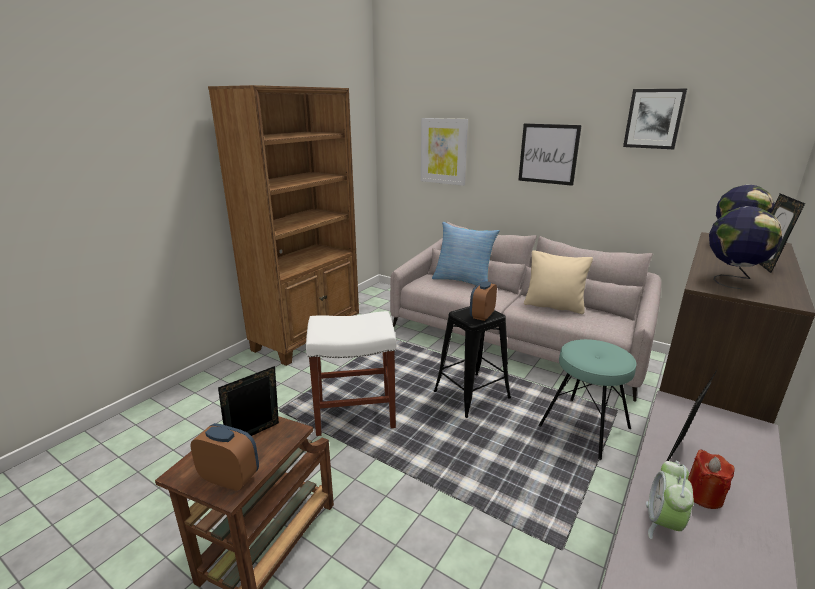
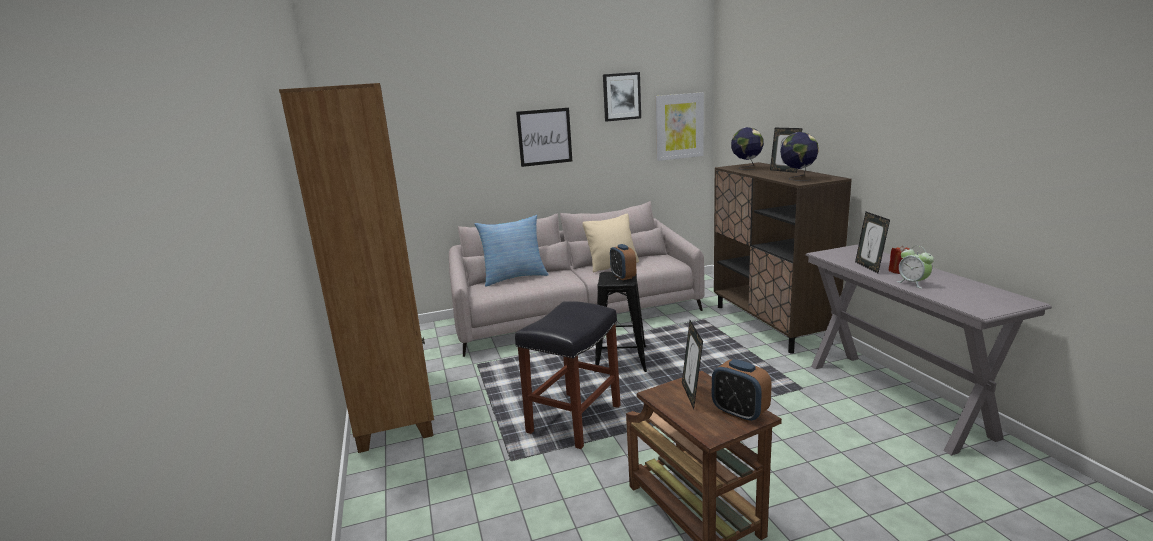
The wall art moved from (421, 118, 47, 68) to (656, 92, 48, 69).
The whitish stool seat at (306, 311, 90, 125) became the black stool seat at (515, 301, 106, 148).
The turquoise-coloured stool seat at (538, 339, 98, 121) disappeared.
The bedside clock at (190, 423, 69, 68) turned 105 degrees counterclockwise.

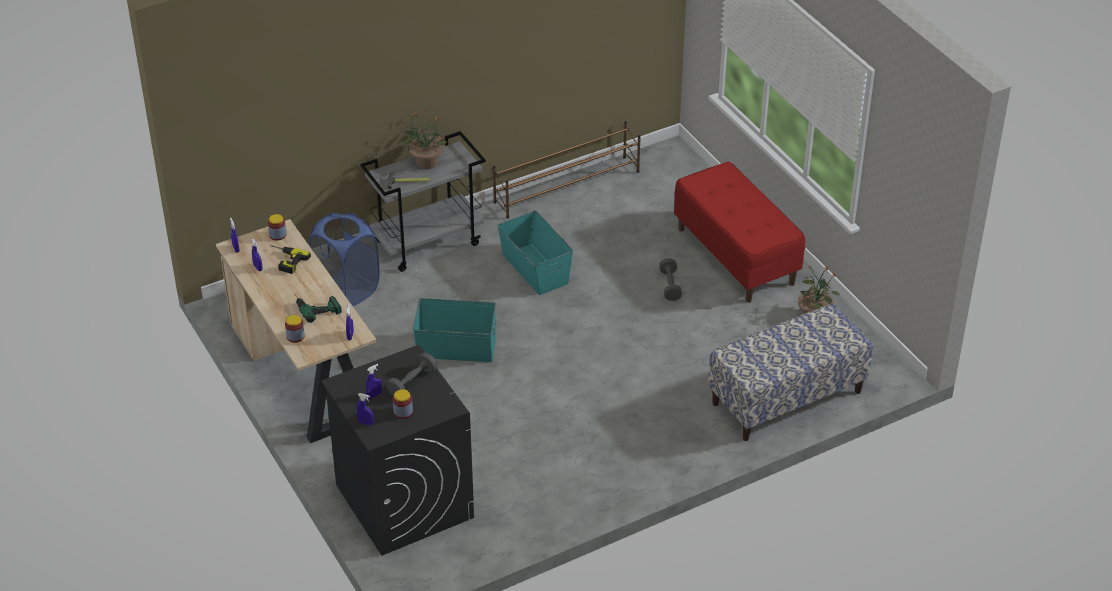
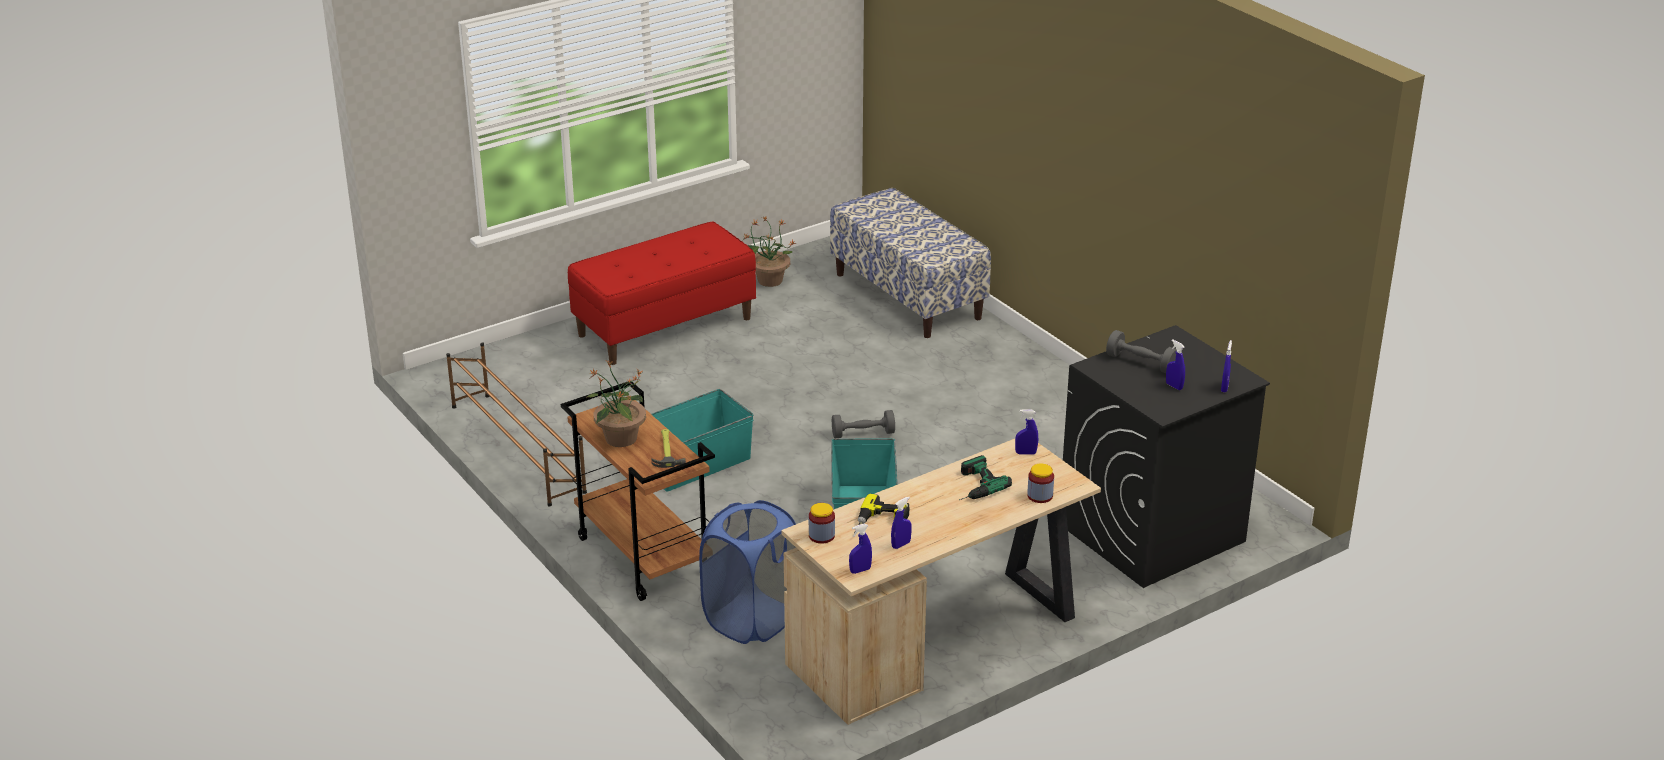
The greyish trolley at (360, 131, 126, 141) became the brownish trolley at (561, 382, 154, 219).
The greyish hand weight moved from (659, 258, 23, 43) to (832, 410, 63, 28).
The preserve jar at (393, 389, 20, 30) disappeared.

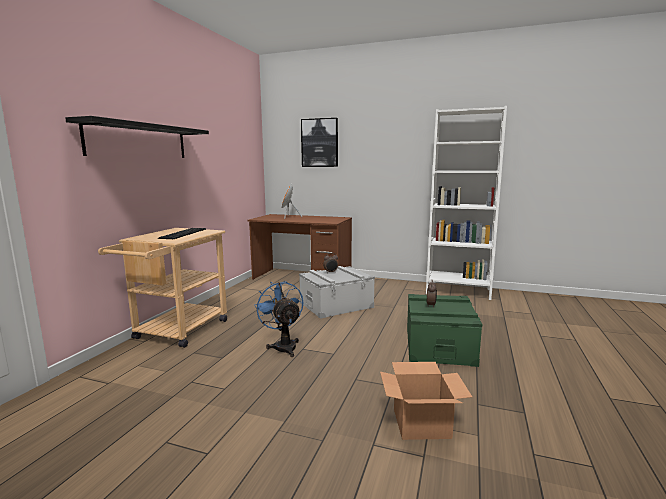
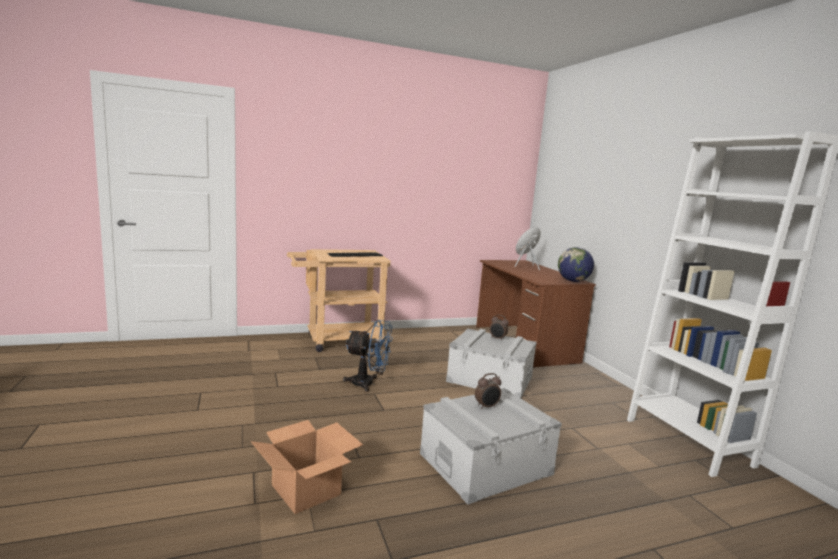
The black shelf at (65, 116, 144, 42) disappeared.
The wall art at (301, 118, 37, 49) disappeared.
The blue-coloured fan at (254, 281, 49, 76) turned 75 degrees clockwise.
The greenish storage bin at (407, 294, 75, 73) became the greyish storage bin at (420, 388, 142, 116).
The world globe at (558, 247, 36, 35) appeared.

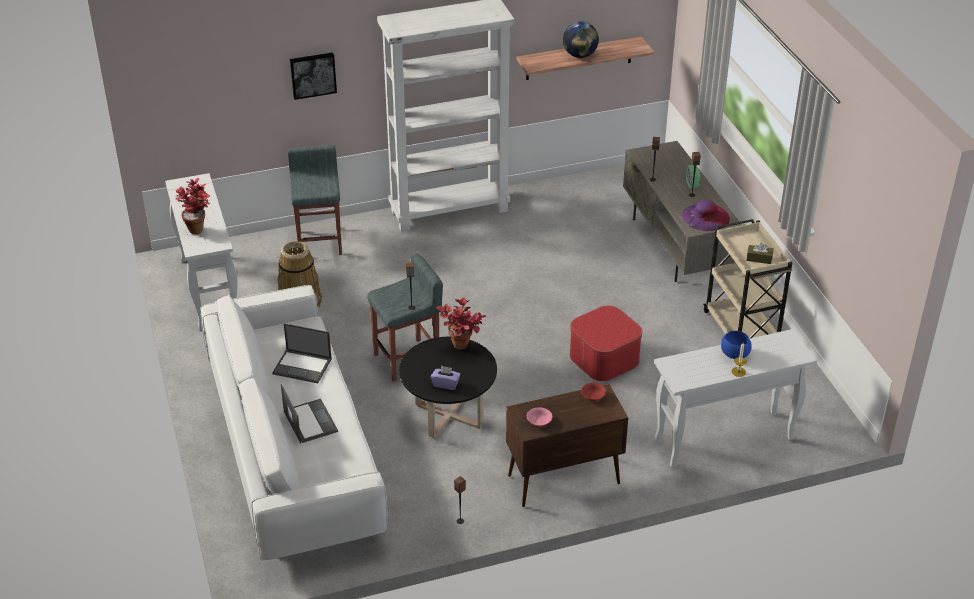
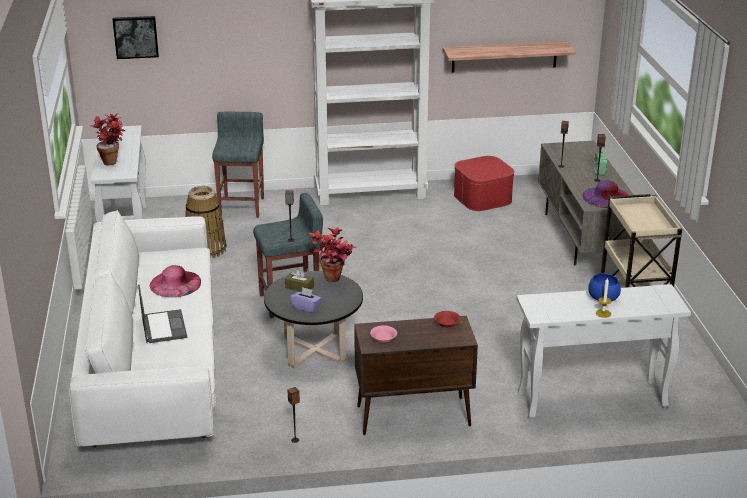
The world globe at (563, 21, 36, 37) disappeared.
The wall art moved from (290, 52, 47, 48) to (113, 16, 46, 43).
The brownish tissue box moved from (747, 243, 26, 21) to (285, 269, 29, 23).
The footrest moved from (570, 306, 73, 75) to (454, 156, 61, 55).
The laptop at (272, 323, 60, 60) was replaced by the pink wearable hat at (149, 265, 52, 32).

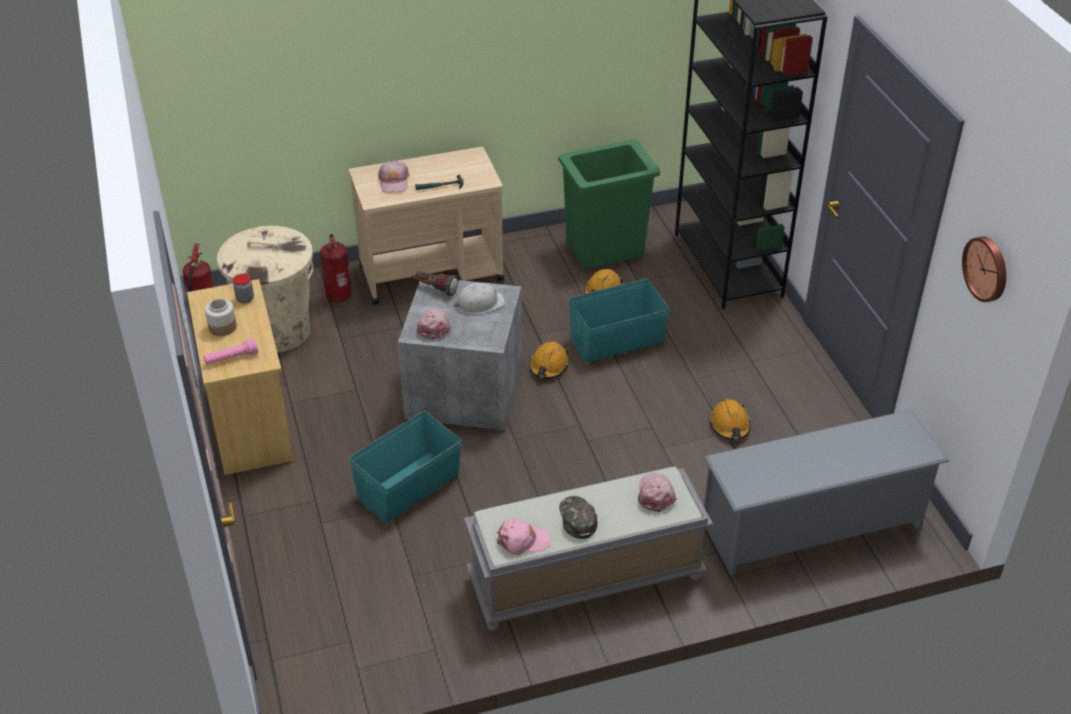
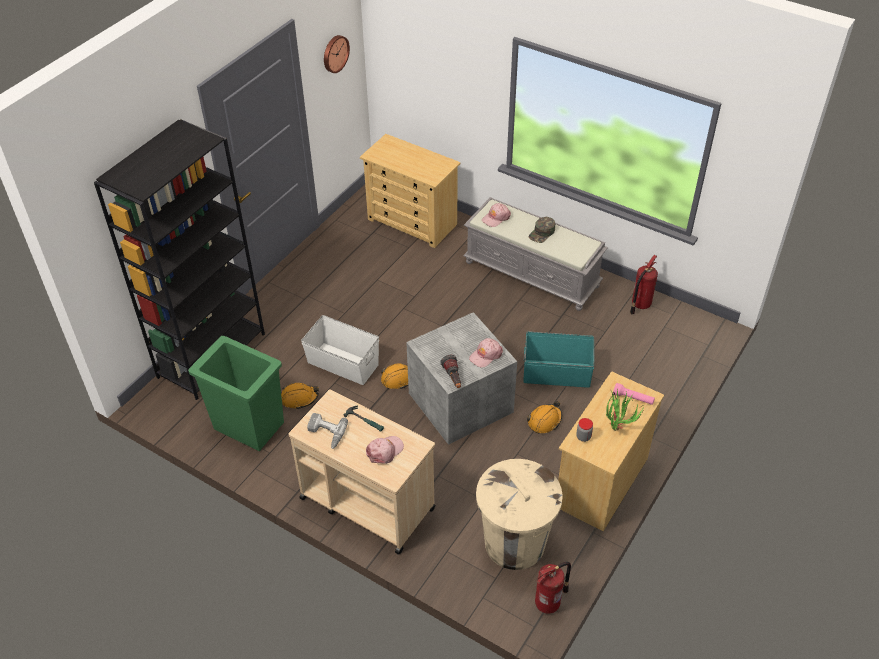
The extinguisher moved from (320, 234, 32, 68) to (630, 255, 28, 60).
The turquoise-coloured storage bin at (569, 278, 101, 85) became the whitish storage bin at (301, 315, 78, 70).
The whitish hard hat at (454, 283, 52, 32) disappeared.
The preserve jar at (205, 299, 32, 37) was replaced by the plant in a pot at (606, 389, 38, 42).
The orange-coloured hard hat moved from (709, 399, 42, 41) to (527, 401, 35, 32).
The greyish shoe rack at (704, 410, 245, 167) was replaced by the beige-coloured dresser at (360, 134, 100, 114).
The pink baseball cap at (497, 519, 54, 36) disappeared.
The power drill at (307, 413, 41, 36) appeared.

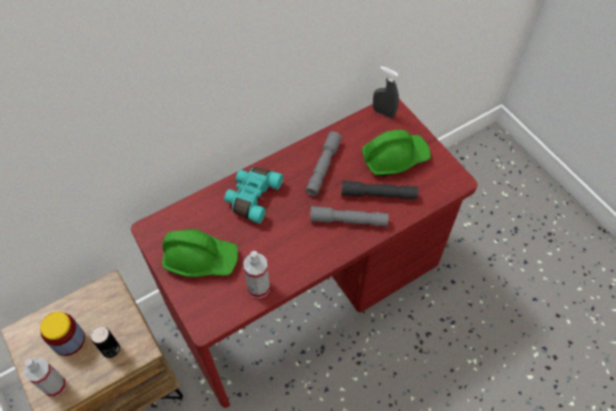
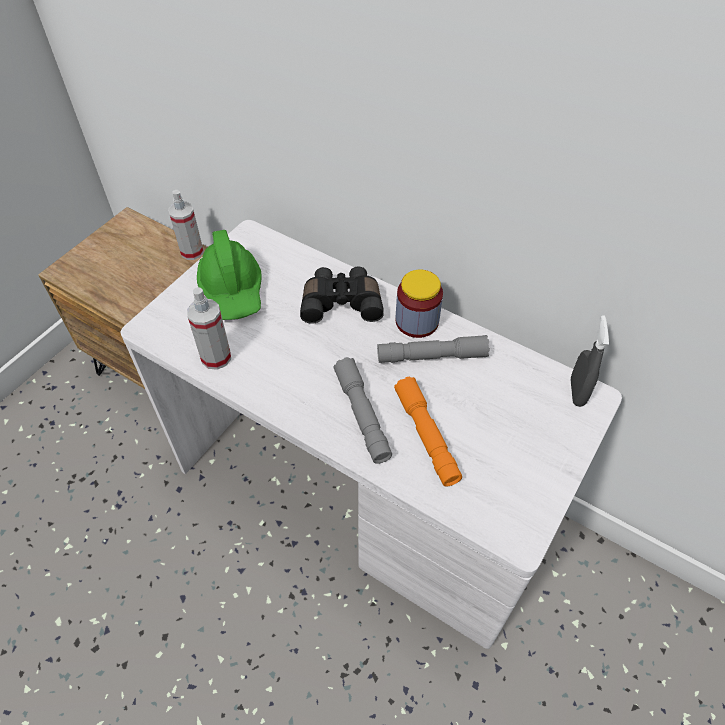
The reddish desk table at (131, 99, 347, 309) became the whitish desk table at (120, 220, 502, 429).
The greenish hard hat at (362, 130, 69, 46) disappeared.
The turquoise-coloured pair of binoculars at (224, 167, 59, 57) became the black pair of binoculars at (300, 267, 84, 57).
The greyish flashlight at (341, 180, 77, 19) became the orange-coloured flashlight at (394, 377, 68, 110).
The preserve jar moved from (40, 312, 45, 44) to (395, 270, 48, 68).
The sealed can at (91, 326, 29, 32) disappeared.
The spray bottle moved from (24, 358, 42, 39) to (168, 190, 36, 70).

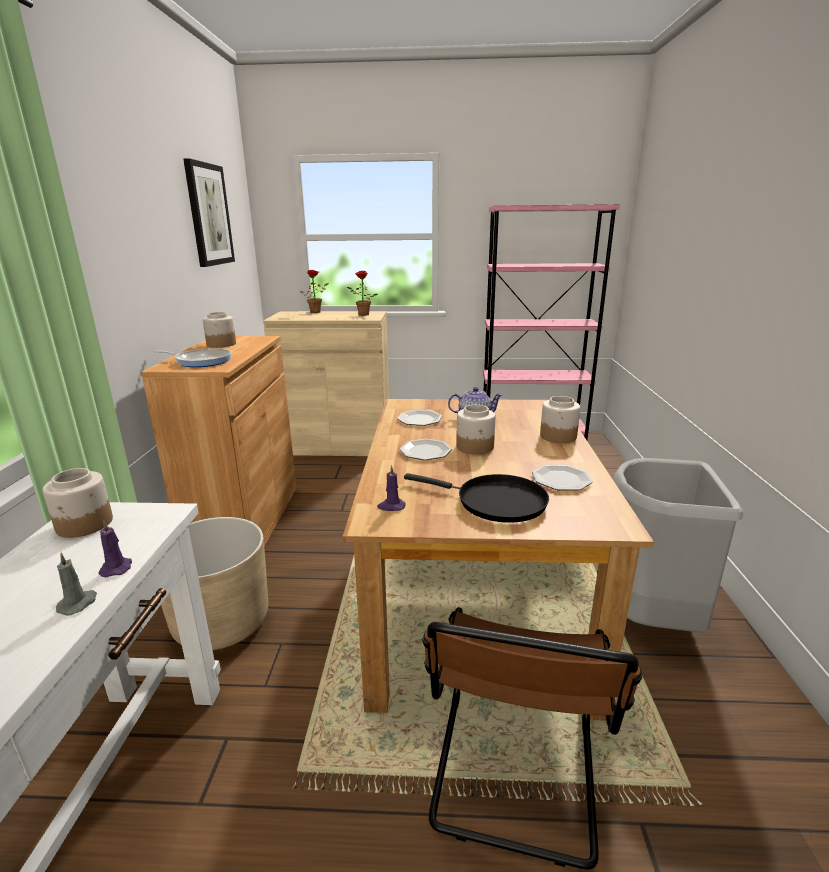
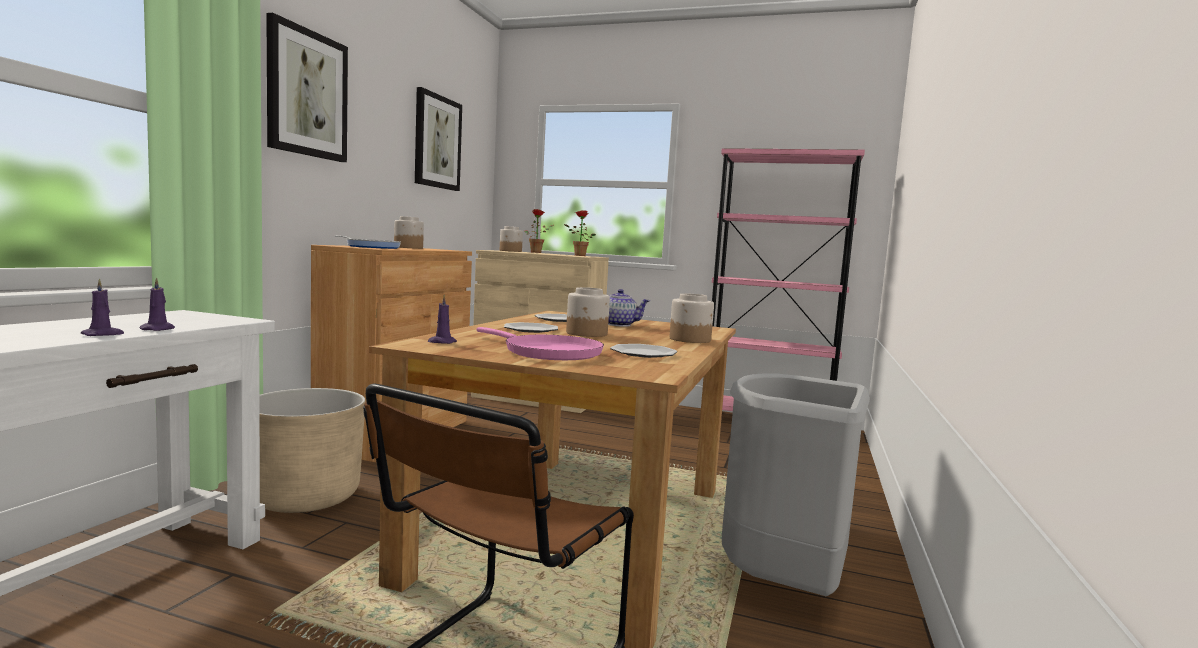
The preserve jar moved from (43, 468, 70, 70) to (500, 226, 23, 26).
The black frying pan at (404, 473, 145, 50) became the pink frying pan at (477, 327, 127, 33).
The greyish wax light at (56, 553, 41, 63) became the purple wax light at (81, 279, 43, 57).
The wall art at (266, 13, 82, 149) appeared.

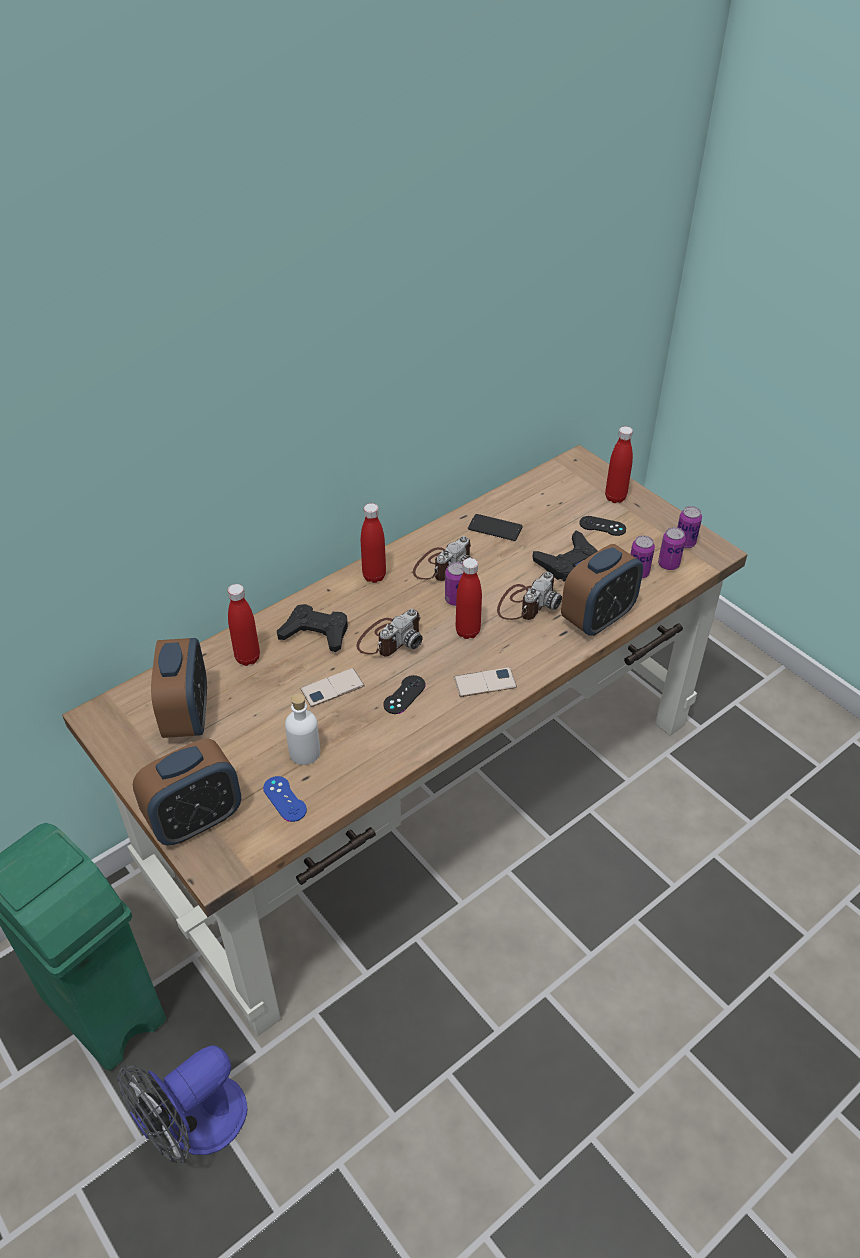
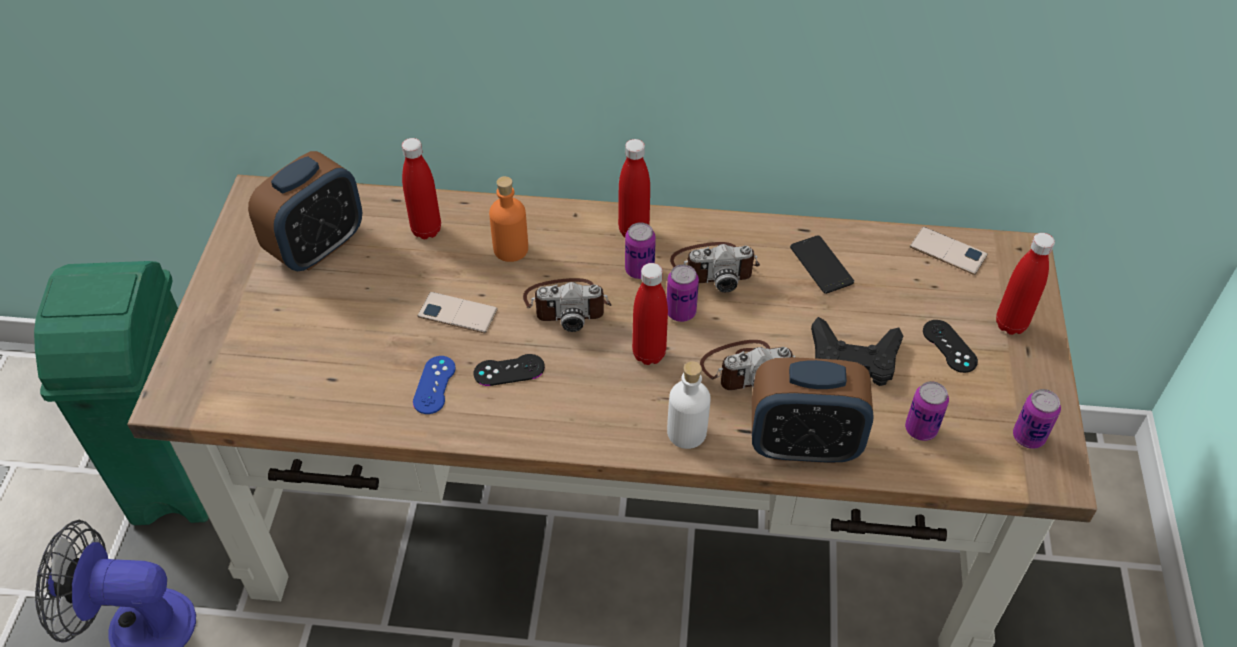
The sealed can moved from (658, 527, 28, 43) to (625, 222, 31, 57).
The black joypad at (277, 604, 71, 48) was replaced by the orange-coloured beverage bottle at (489, 176, 39, 86).
The telephone moved from (454, 667, 63, 30) to (910, 227, 78, 48).
The whitish beverage bottle moved from (285, 693, 35, 72) to (667, 361, 44, 88).
The bedside clock at (133, 739, 108, 106) disappeared.
The blue-coloured joypad moved from (263, 776, 44, 46) to (413, 356, 43, 58).

